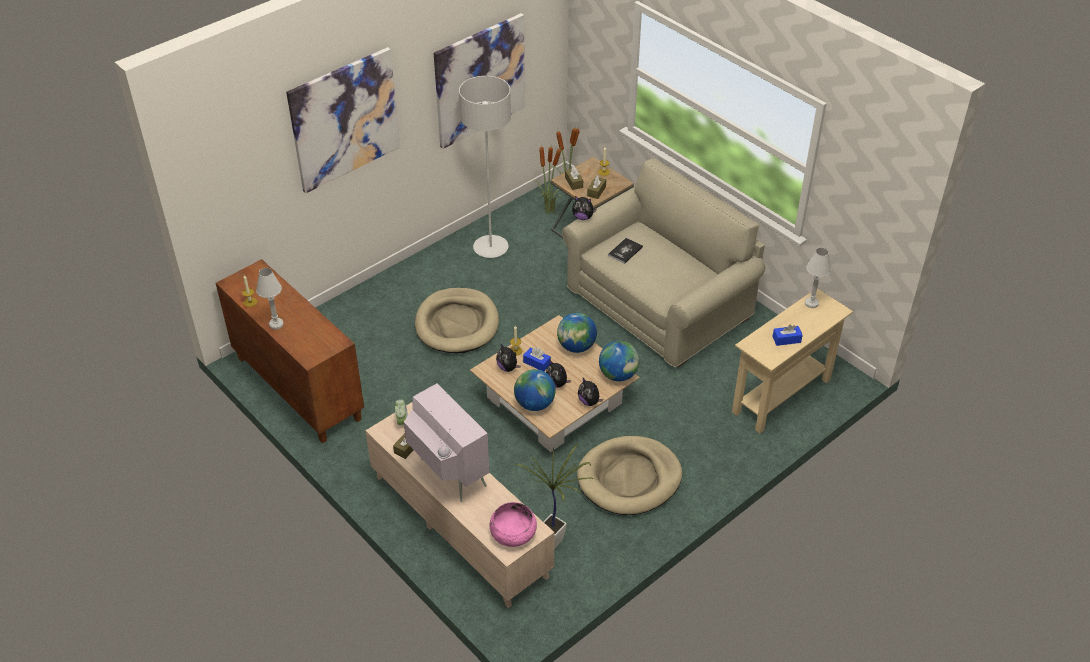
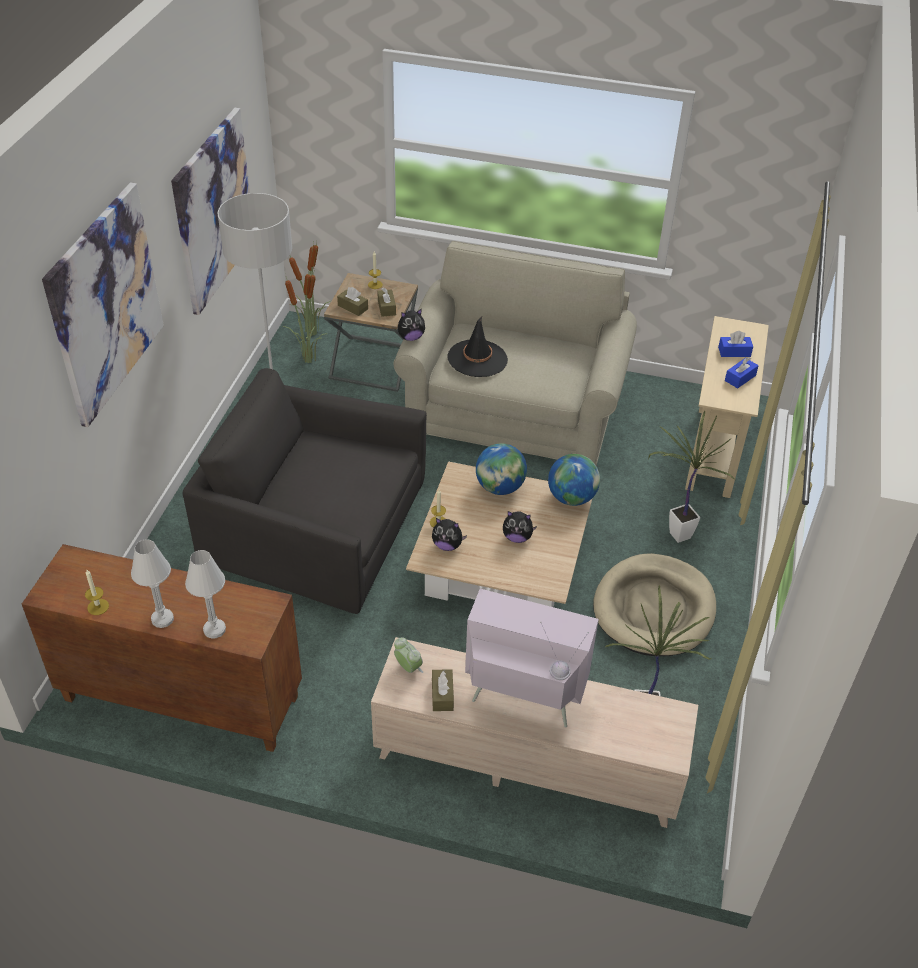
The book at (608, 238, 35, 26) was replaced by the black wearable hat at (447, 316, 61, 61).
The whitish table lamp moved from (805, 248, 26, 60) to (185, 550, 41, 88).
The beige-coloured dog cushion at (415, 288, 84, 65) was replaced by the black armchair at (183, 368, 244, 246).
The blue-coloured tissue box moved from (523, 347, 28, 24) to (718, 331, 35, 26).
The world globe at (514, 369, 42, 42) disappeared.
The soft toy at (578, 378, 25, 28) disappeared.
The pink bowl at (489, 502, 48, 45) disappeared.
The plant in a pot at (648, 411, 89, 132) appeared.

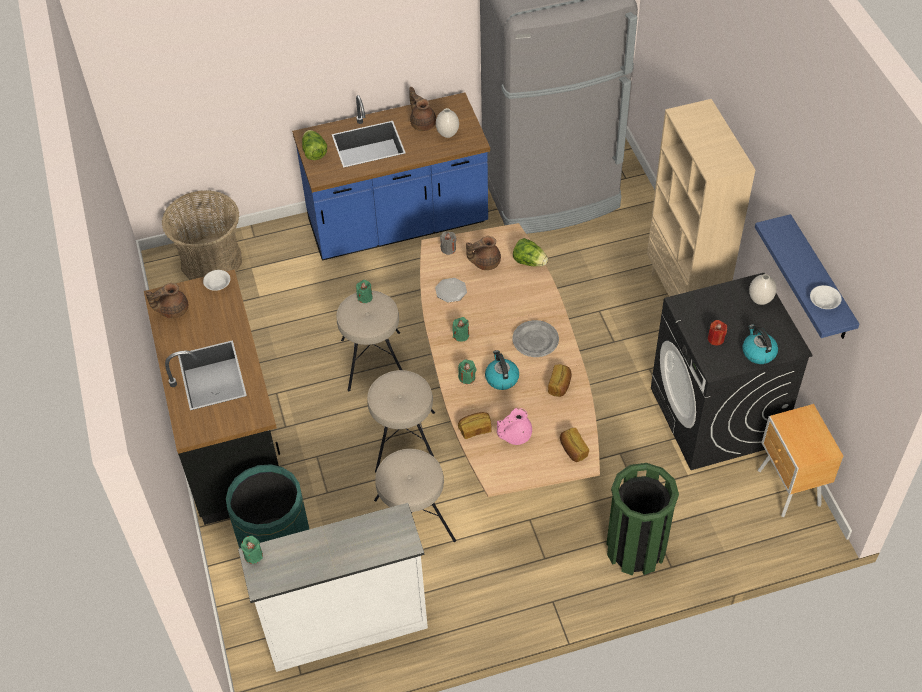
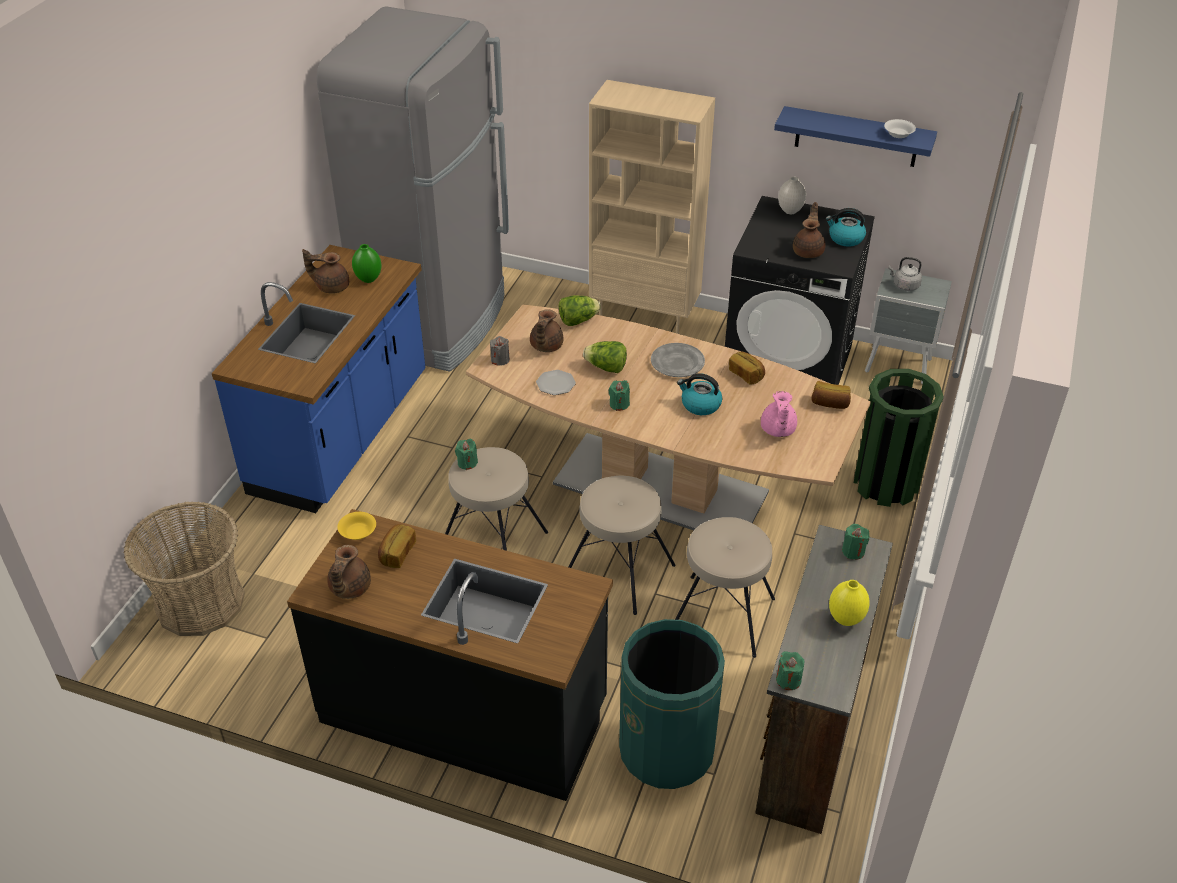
The whitish decorative vase at (436, 108, 23, 30) became the greenish decorative vase at (352, 244, 29, 39).
The lettuce head moved from (302, 130, 25, 30) to (583, 341, 44, 32).
The whitish bowl at (203, 270, 27, 21) became the yellowish bowl at (337, 512, 39, 28).
The reddish wax light at (708, 320, 19, 26) was replaced by the brownish tea pot at (793, 202, 32, 56).
The greenish wax light moved from (458, 360, 19, 24) to (842, 524, 27, 36).
The brownish bedside table at (758, 404, 85, 113) became the greyish bedside table at (865, 268, 87, 116).
The bread moved from (458, 412, 34, 27) to (378, 524, 38, 44).
The whitish dresser at (238, 503, 190, 169) became the brownish dresser at (755, 525, 138, 309).
The greyish kettle at (888, 257, 34, 34) appeared.
The yellowish decorative vase at (829, 580, 41, 46) appeared.

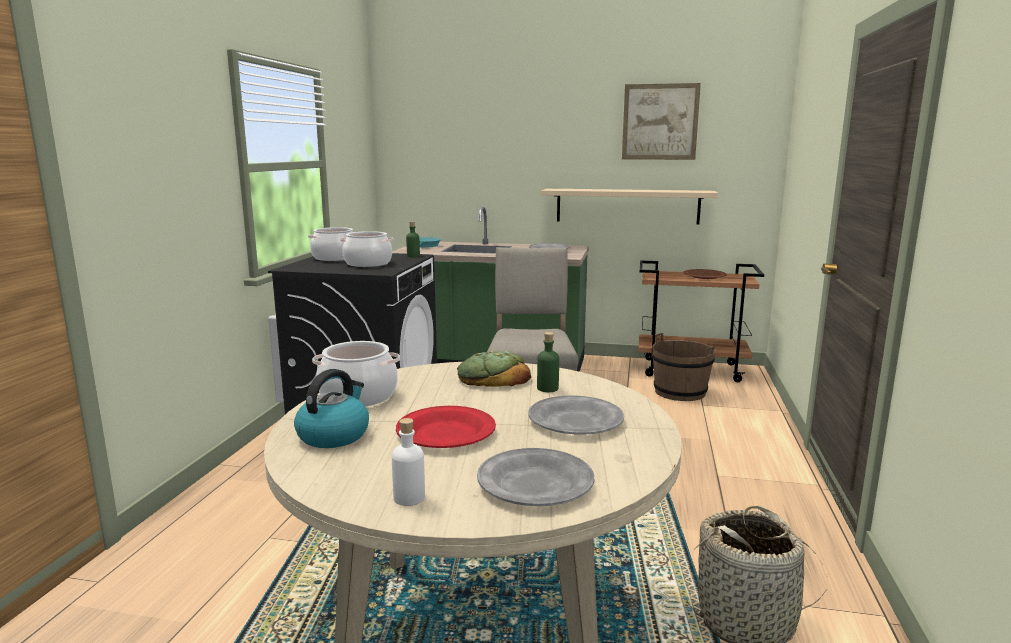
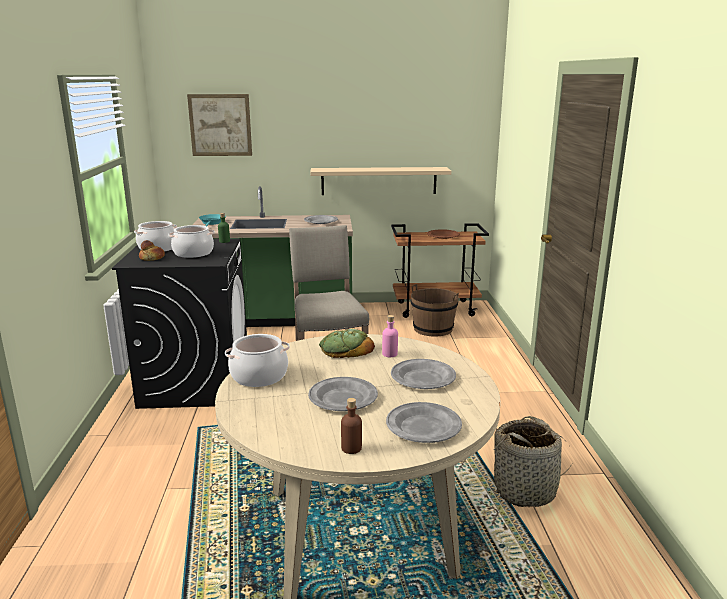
The wall art moved from (622, 83, 79, 77) to (187, 94, 65, 62).
The greenish beverage bottle at (537, 332, 22, 60) became the pink beverage bottle at (382, 315, 16, 42).
The kettle at (294, 369, 75, 79) disappeared.
The reddish dinner plate at (396, 406, 100, 42) became the greyish dinner plate at (308, 377, 70, 34).
The whitish beverage bottle at (392, 418, 33, 88) became the brownish beverage bottle at (341, 398, 21, 56).
The bread at (139, 240, 26, 21) appeared.

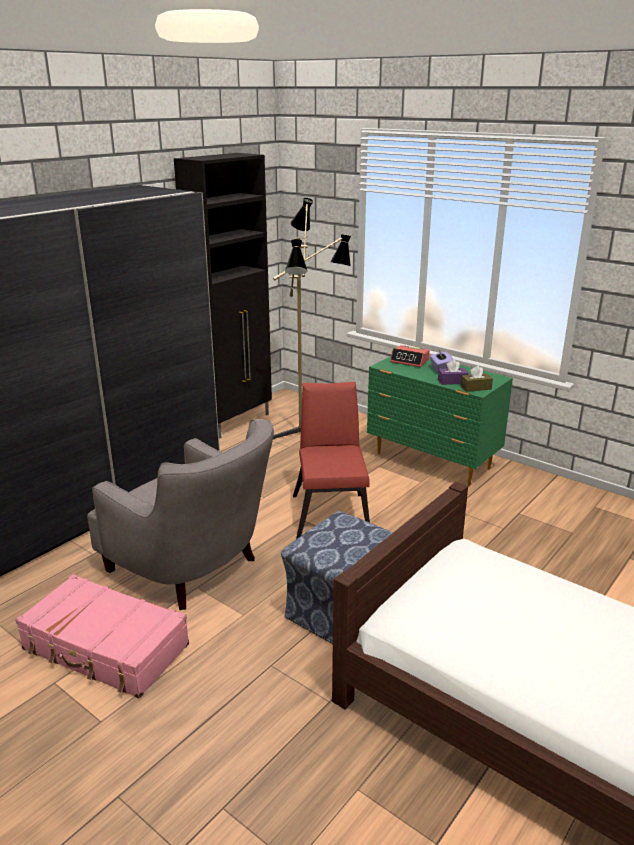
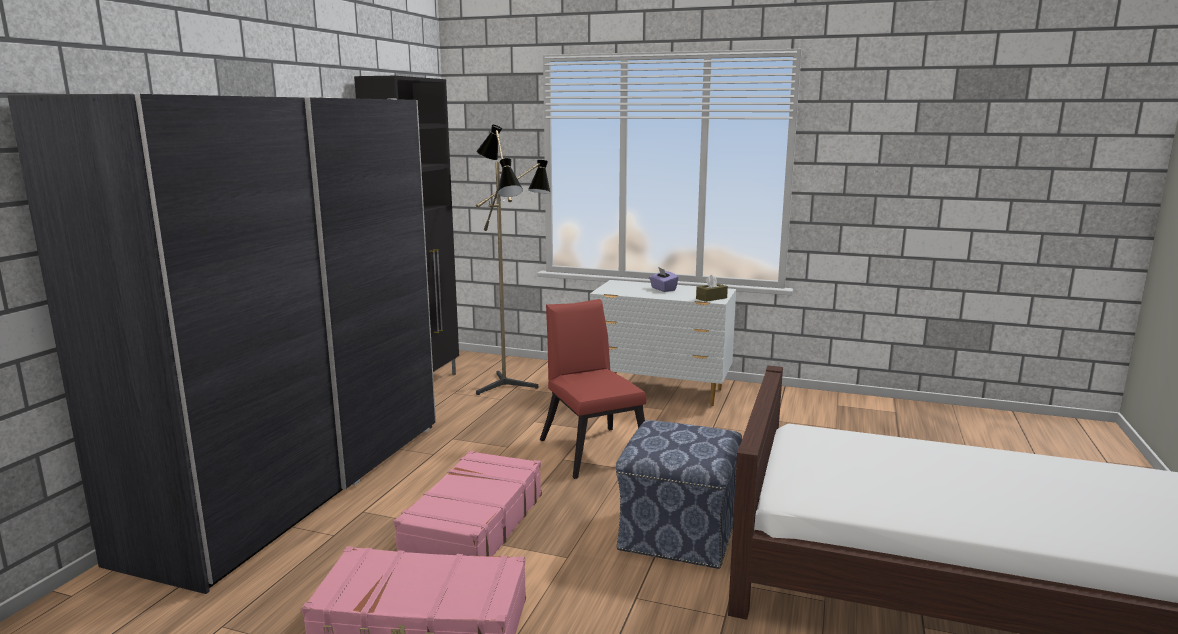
The bedside clock at (390, 345, 40, 22) disappeared.
The greenish dresser at (367, 356, 146, 130) became the whitish dresser at (590, 280, 146, 126).
The purple tissue box at (438, 360, 31, 25) disappeared.
The greyish armchair at (87, 419, 187, 191) was replaced by the pink travel case at (394, 451, 148, 105).

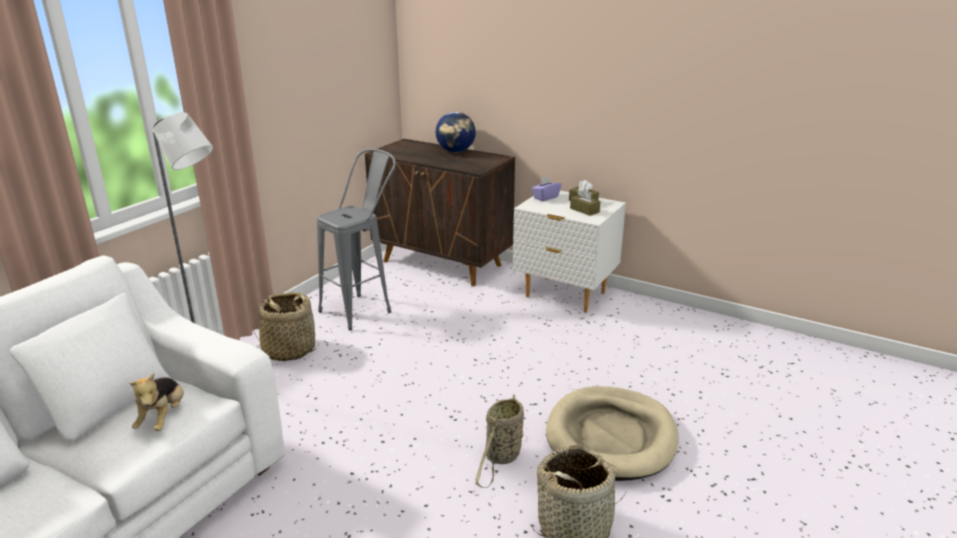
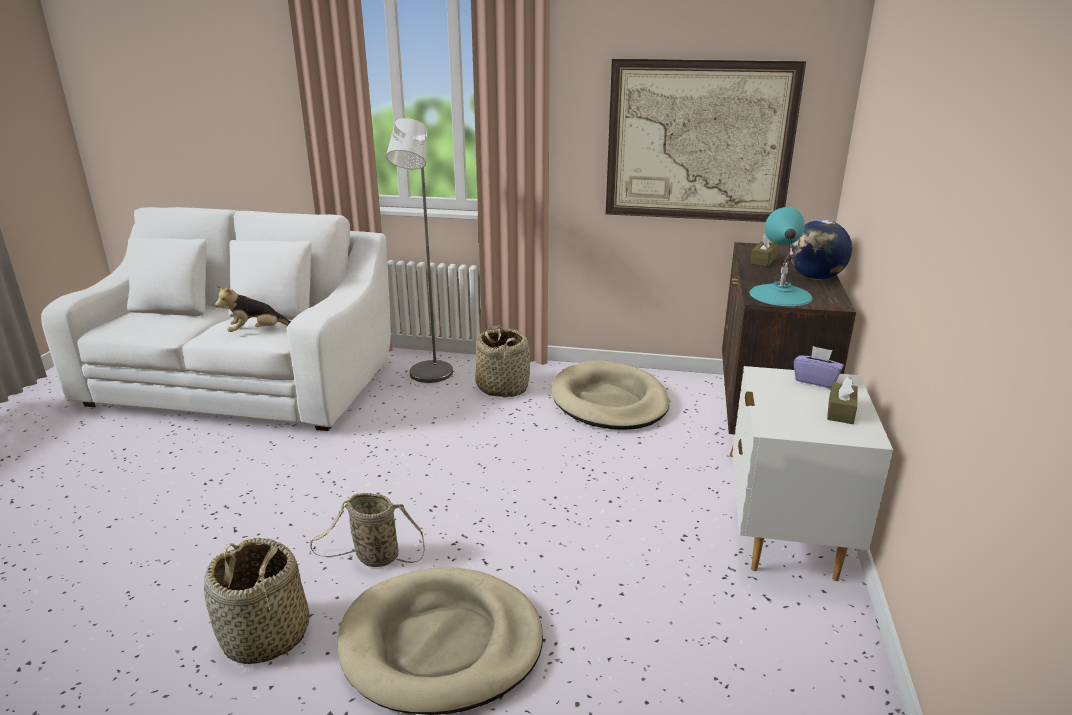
The greyish stool seat at (317, 149, 79, 181) was replaced by the beige-coloured dog cushion at (551, 360, 118, 70).
The brownish tissue box moved from (570, 189, 30, 27) to (750, 233, 28, 34).
The wall art at (606, 59, 200, 163) appeared.
The turquoise-coloured table lamp at (750, 207, 63, 99) appeared.

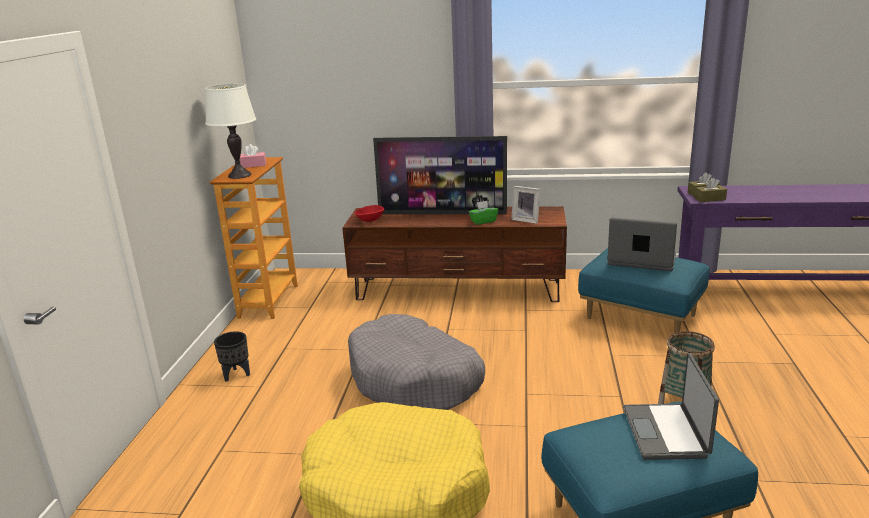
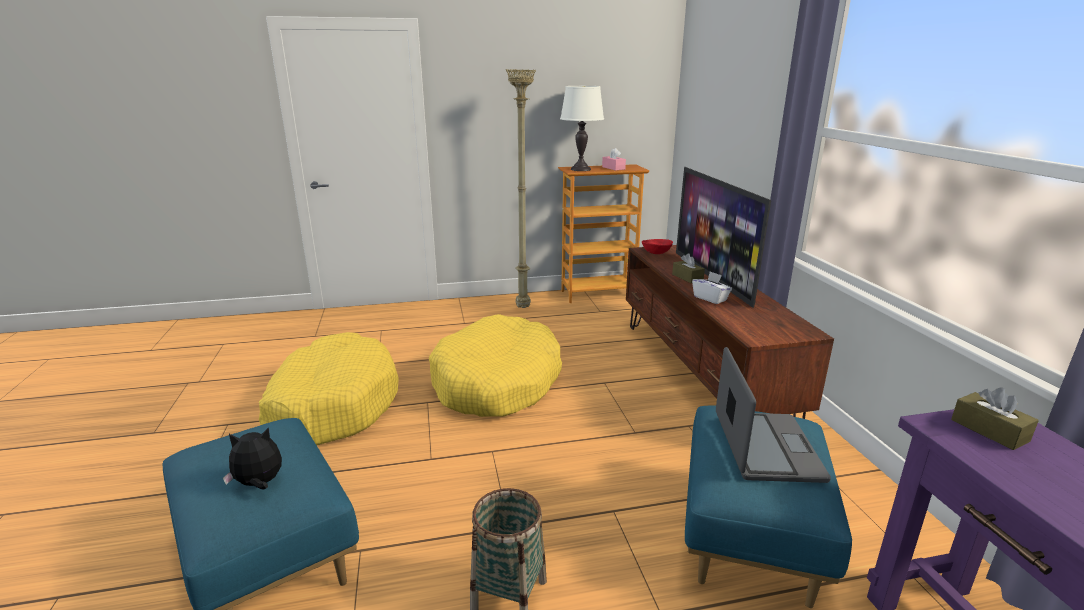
The brownish tissue box moved from (694, 178, 33, 24) to (672, 253, 33, 30).
The picture frame at (511, 186, 29, 38) disappeared.
The greenish tissue box at (469, 201, 29, 24) became the whitish tissue box at (692, 271, 40, 33).
The greyish dog cushion at (348, 314, 137, 96) became the yellowish dog cushion at (429, 314, 133, 103).
The black flower pot at (214, 331, 36, 51) disappeared.
The laptop at (623, 353, 96, 107) was replaced by the soft toy at (223, 427, 59, 63).
The beige-coloured floor lamp at (506, 69, 30, 239) appeared.

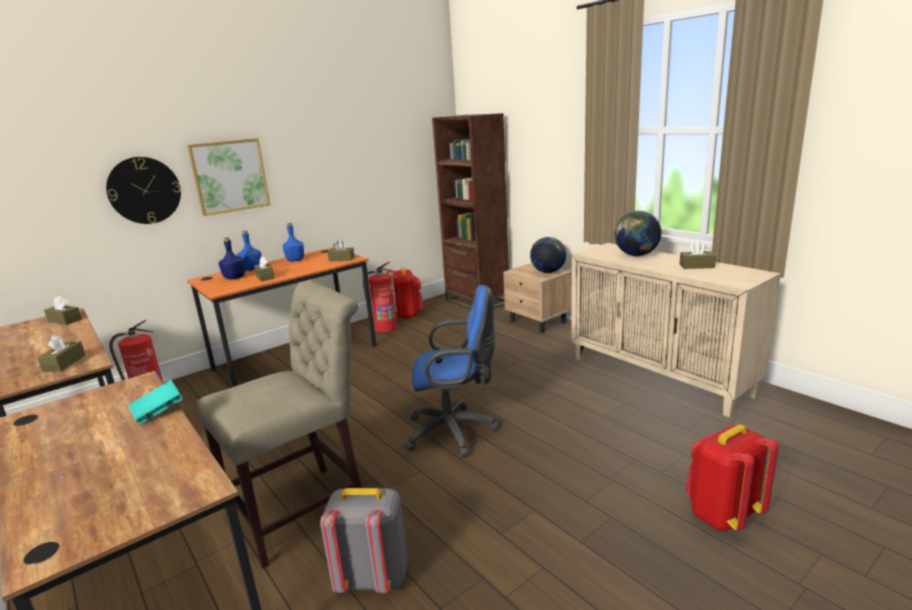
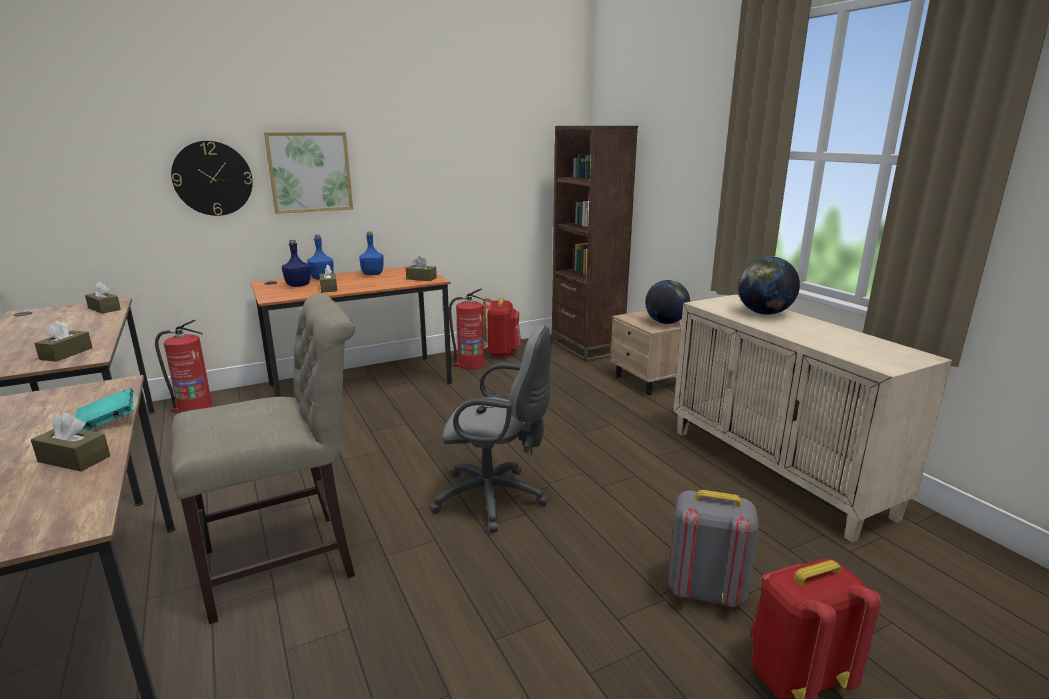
The brownish tissue box moved from (680, 241, 36, 28) to (31, 412, 79, 60).
The blue-coloured desk chair at (405, 285, 94, 172) became the greyish desk chair at (429, 325, 122, 207).
The greyish backpack moved from (320, 488, 88, 106) to (669, 490, 90, 117).

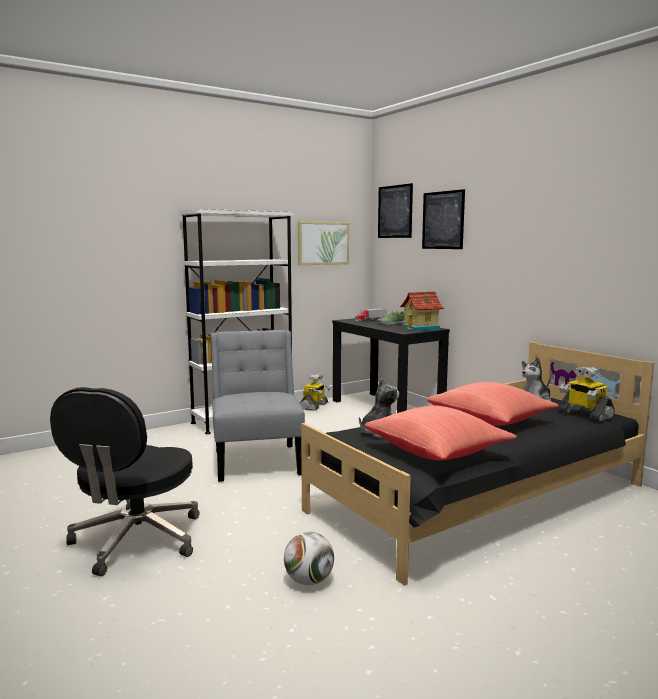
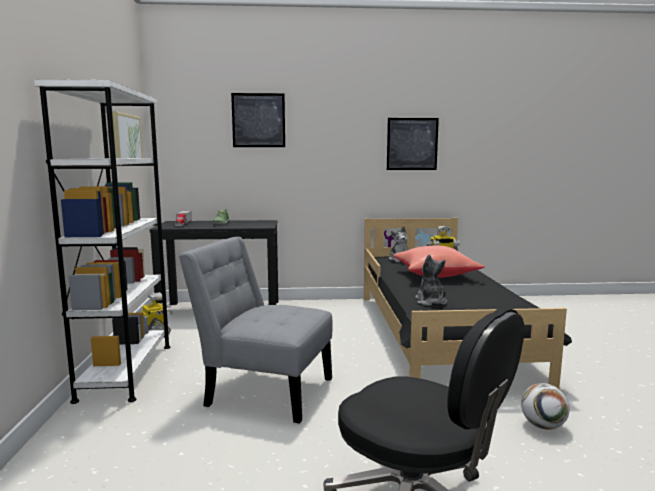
The wall art moved from (378, 183, 35, 55) to (387, 118, 52, 52).
The model house at (400, 292, 44, 39) disappeared.
The reddish pillow at (365, 406, 152, 54) disappeared.

